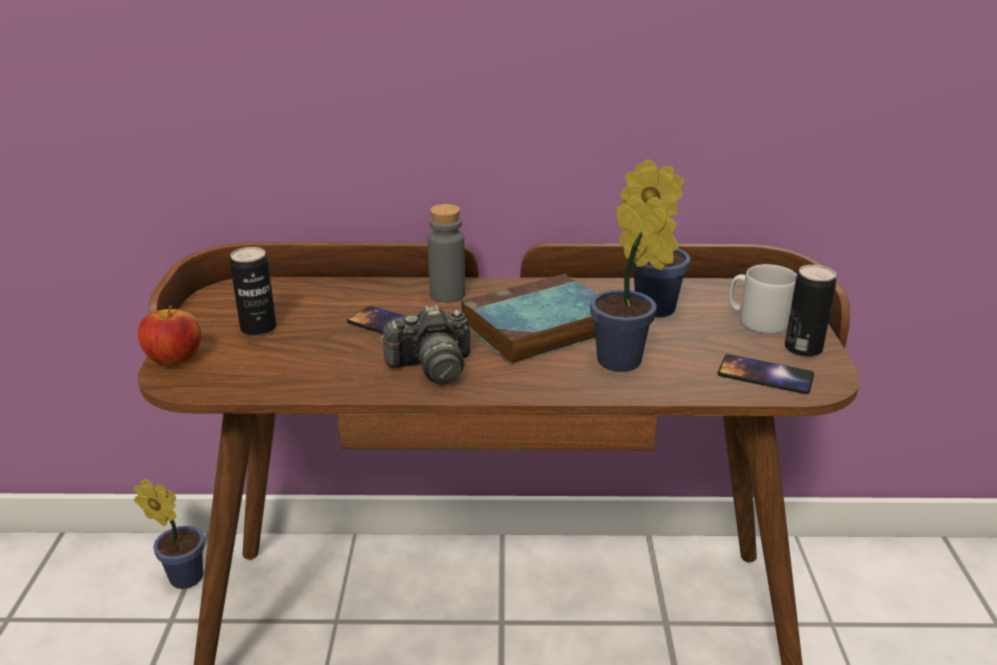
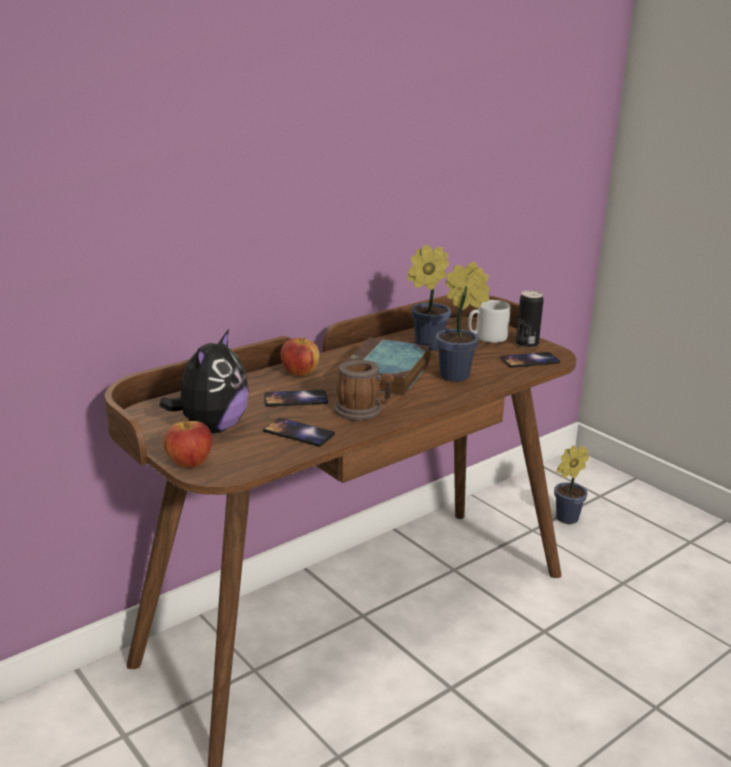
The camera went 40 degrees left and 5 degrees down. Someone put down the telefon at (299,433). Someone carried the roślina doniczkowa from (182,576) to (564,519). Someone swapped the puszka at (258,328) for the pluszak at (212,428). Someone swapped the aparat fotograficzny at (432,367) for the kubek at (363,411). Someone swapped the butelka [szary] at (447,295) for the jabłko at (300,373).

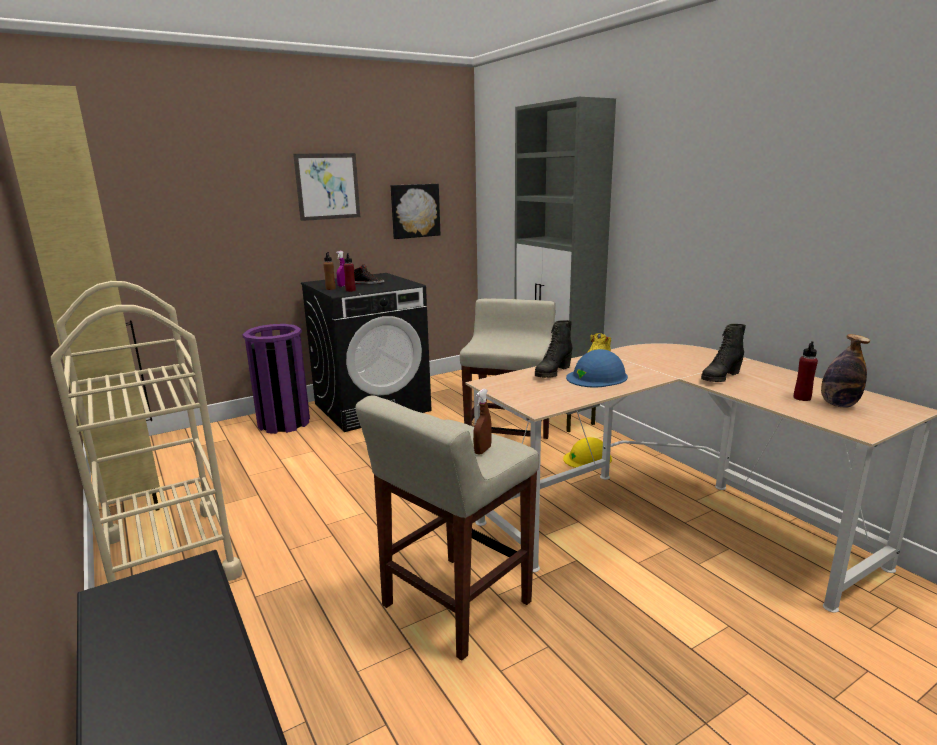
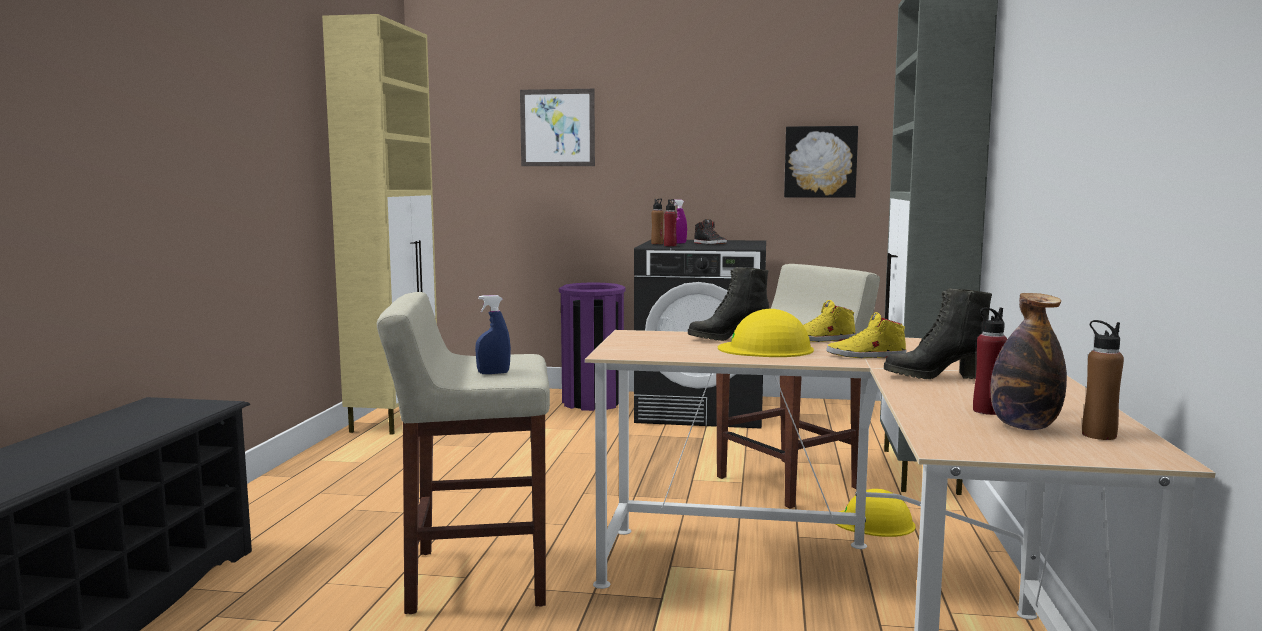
The camera went 40 degrees right and 10 degrees down. Someone took away the wózek [beżowy] at (169,557). Someone put down the but [żółty] at (866,355). Someone put down the butelka [brązowy] at (1098,435). Someone carried the obraz from (327,186) to (557,128). Someone repainted the spryskiwacz [brązowy] at (482,450), which became the spryskiwacz [niebieski] at (493,373). Someone repainted the kask [niebieski] at (597,377), which became the kask [żółty] at (766,349).

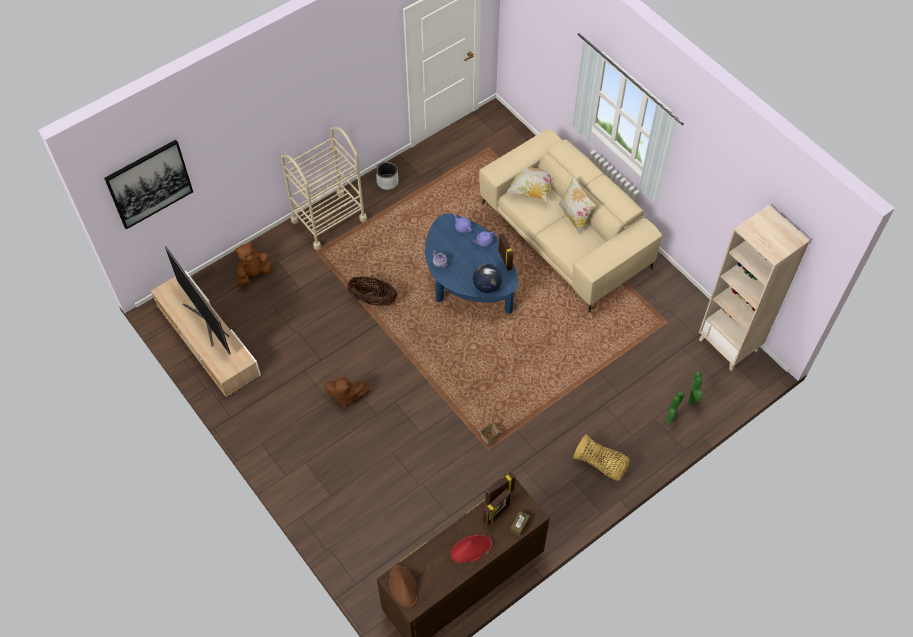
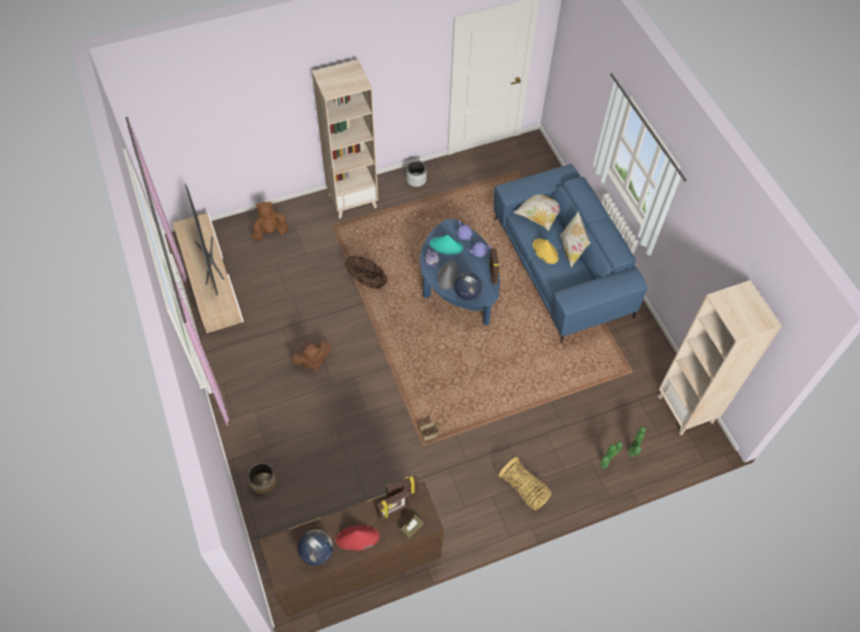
The camera went 15 degrees right and 0 degrees up. Someone took away the obraz at (149,184). Someone took away the kapelusz [brązowy] at (403,587). Someone put down the donica at (263,483). Someone put down the globus at (317,552). Someone put down the kapelusz [turkusowy] at (446,246). Someone put down the kapelusz [szary] at (448,276). Someone put down the kapelusz [żółty] at (545,251). Someone swapped the wózek [beżowy] at (329,220) for the regał [beżowy] at (353,200). Someone repainted the kanapa [beżowy] at (565,236), which became the kanapa [niebieski] at (561,267). Someone rotated the pluszak [brązowy] at (346,396) by 45 degrees counterclockwise.

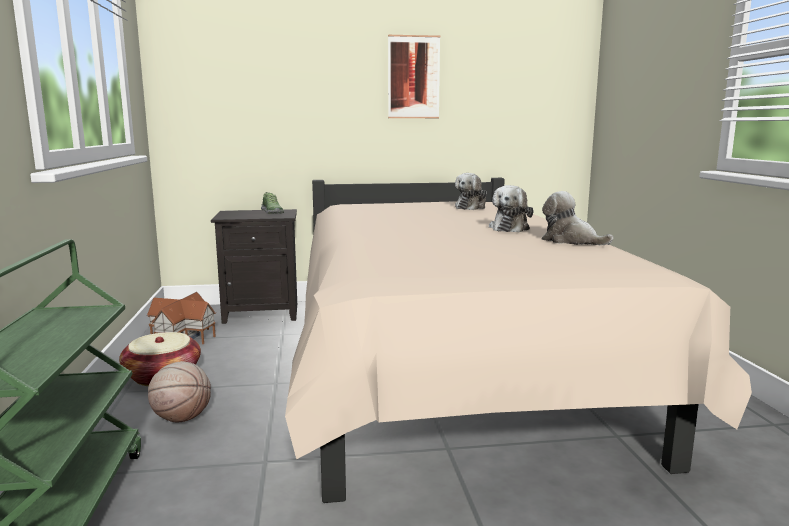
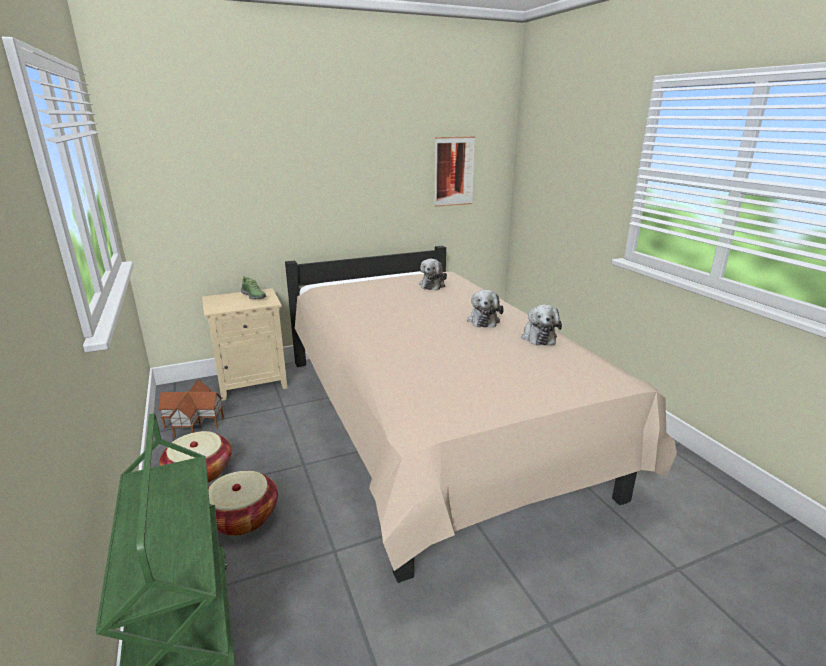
The camera went 15 degrees left and 10 degrees up. Someone carried the obraz from (413,77) to (454,171). Someone swapped the piłka do koszykówki at (182,418) for the koszyk at (242,517). Someone repainted the szafka nocna [czarny] at (262,312), which became the szafka nocna [beżowy] at (253,382). Someone rotated the pluszak at (571,241) by 120 degrees counterclockwise.

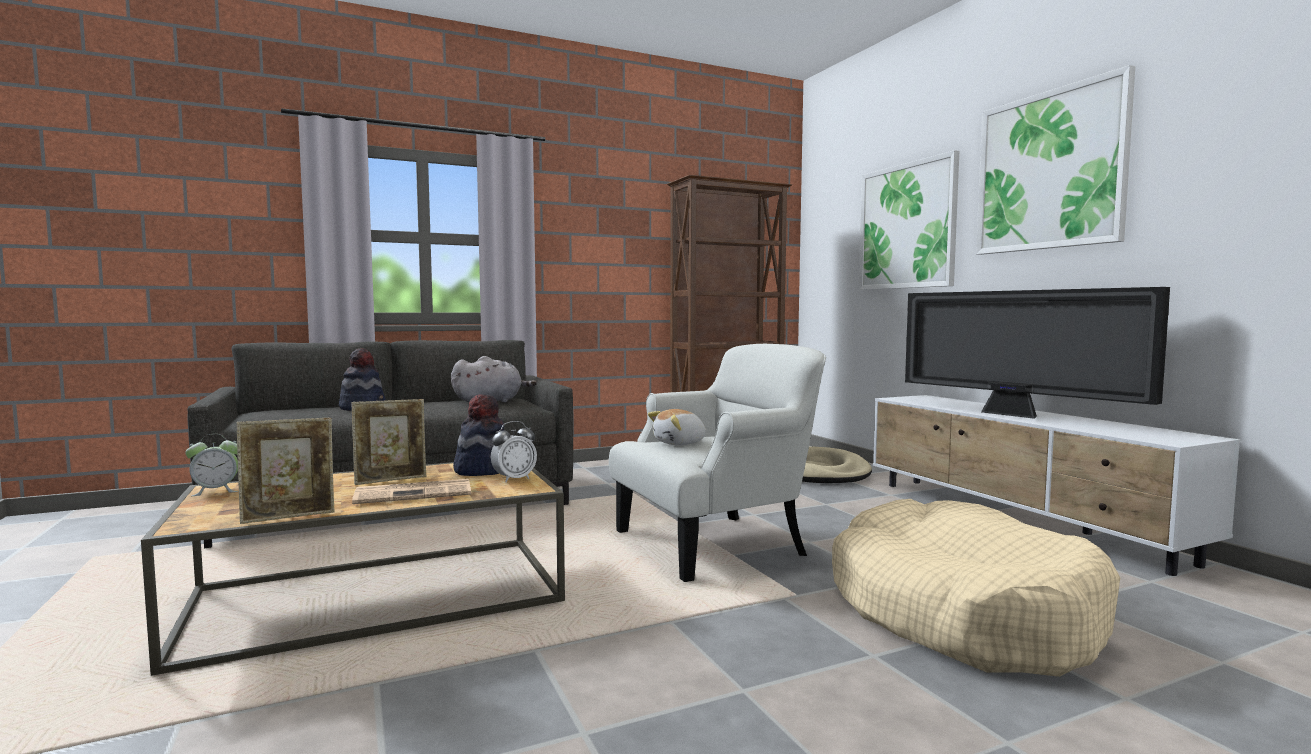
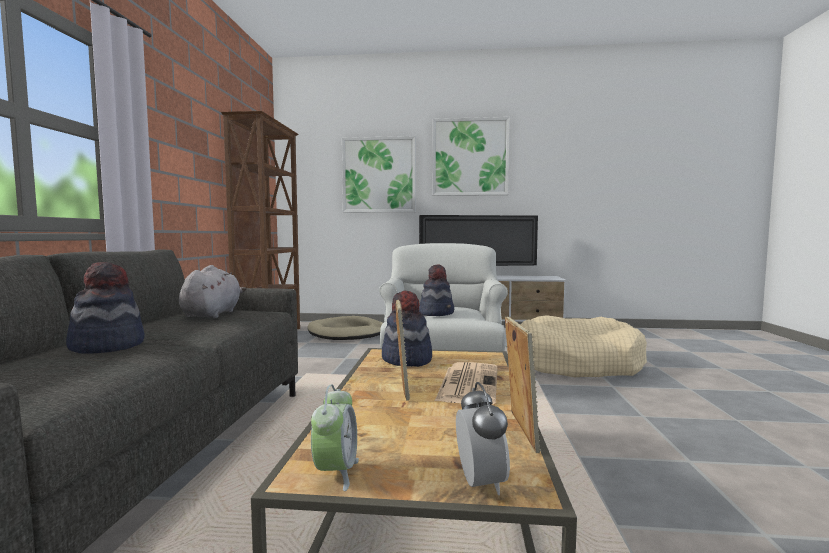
The camera went 60 degrees left and 0 degrees up. Someone carried the budzik from (514,479) to (480,483). Someone swapped the pluszak at (680,443) for the kapelusz at (437,313).

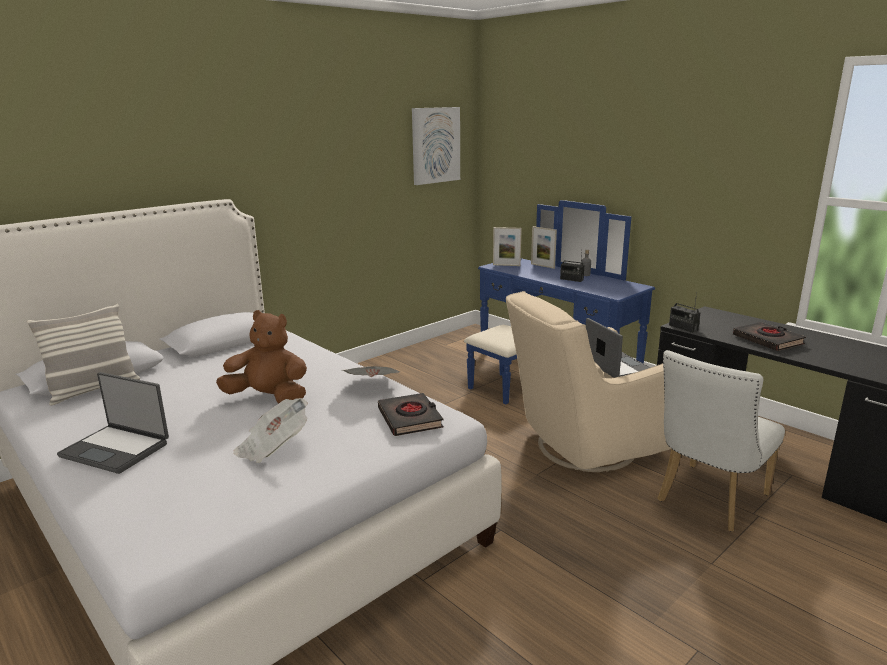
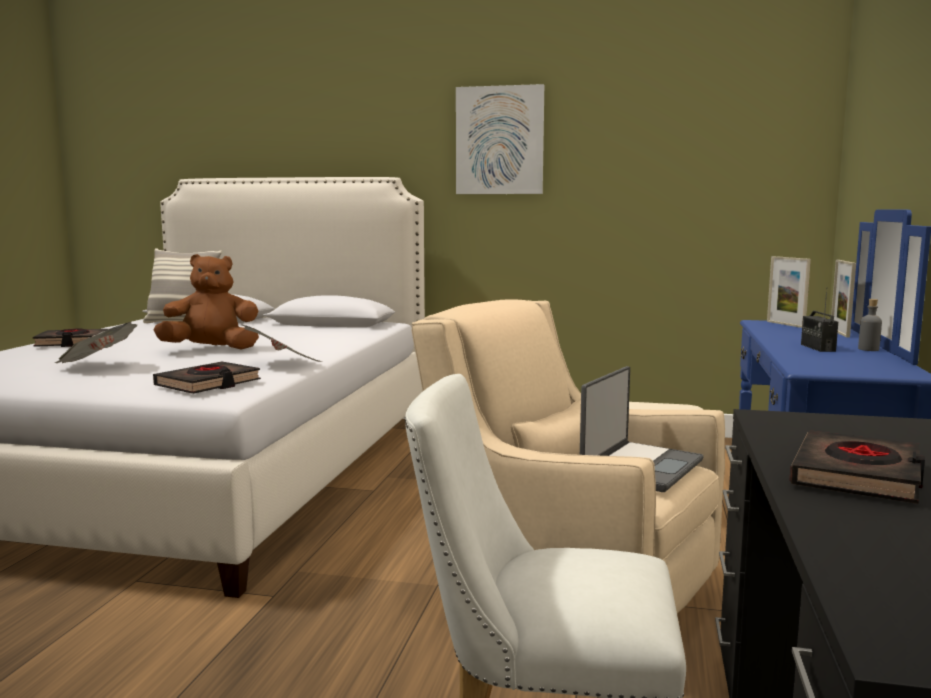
The camera went 55 degrees right and 10 degrees down. Someone took away the radio at (683,328). Someone carried the obraz from (435,145) to (499,140). Someone swapped the laptop at (116,449) for the książka [czarny] at (74,343). Someone rotated the pluszak [brązowy] at (269,398) by 75 degrees counterclockwise.

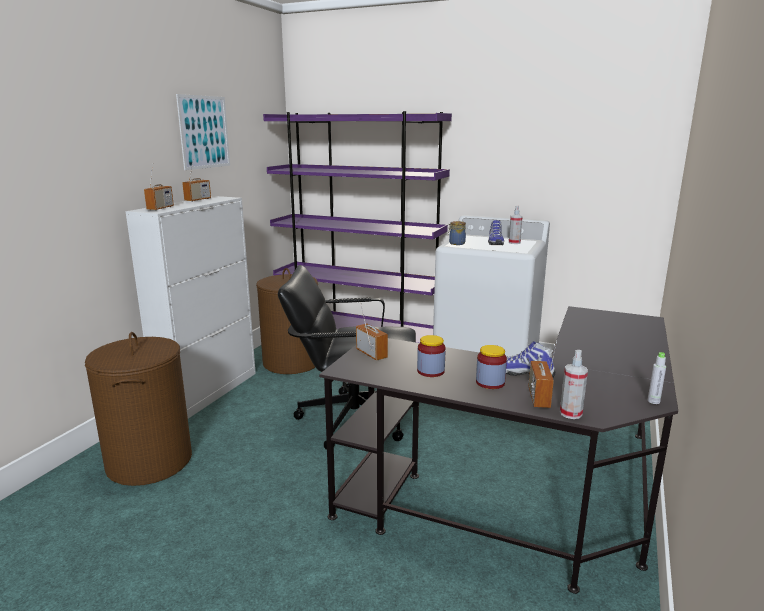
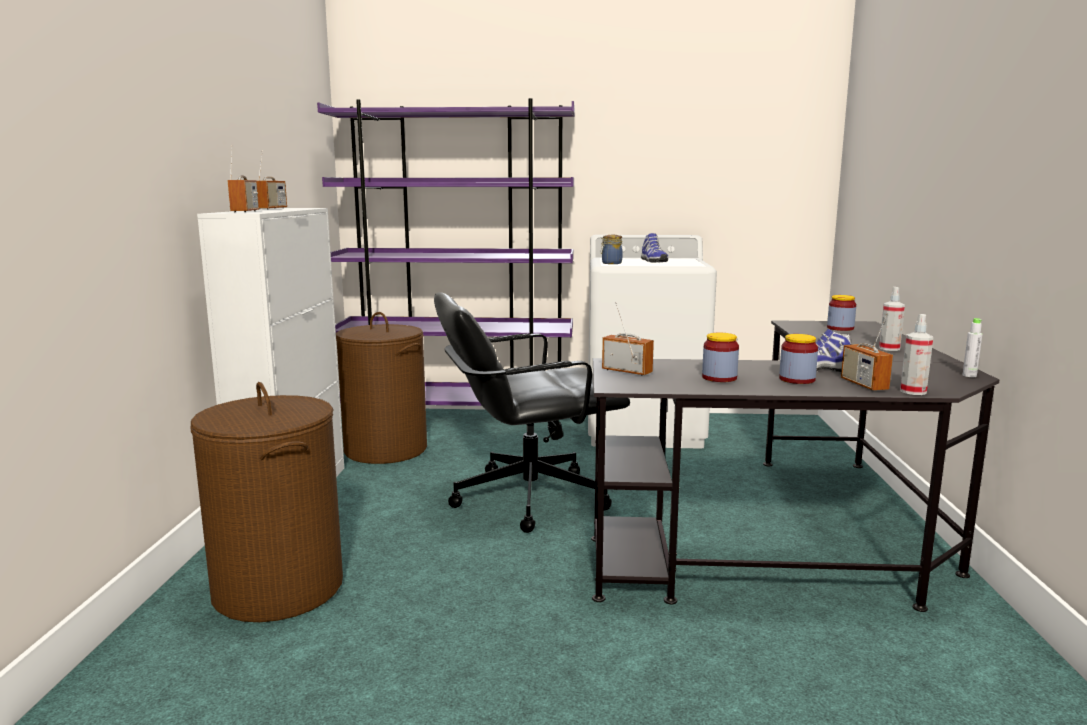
The camera went 20 degrees left and 5 degrees down. Someone took away the obraz at (204,132). Someone put down the słoik at (840,328). Someone carried the spryskiwacz from (514,243) to (889,348).

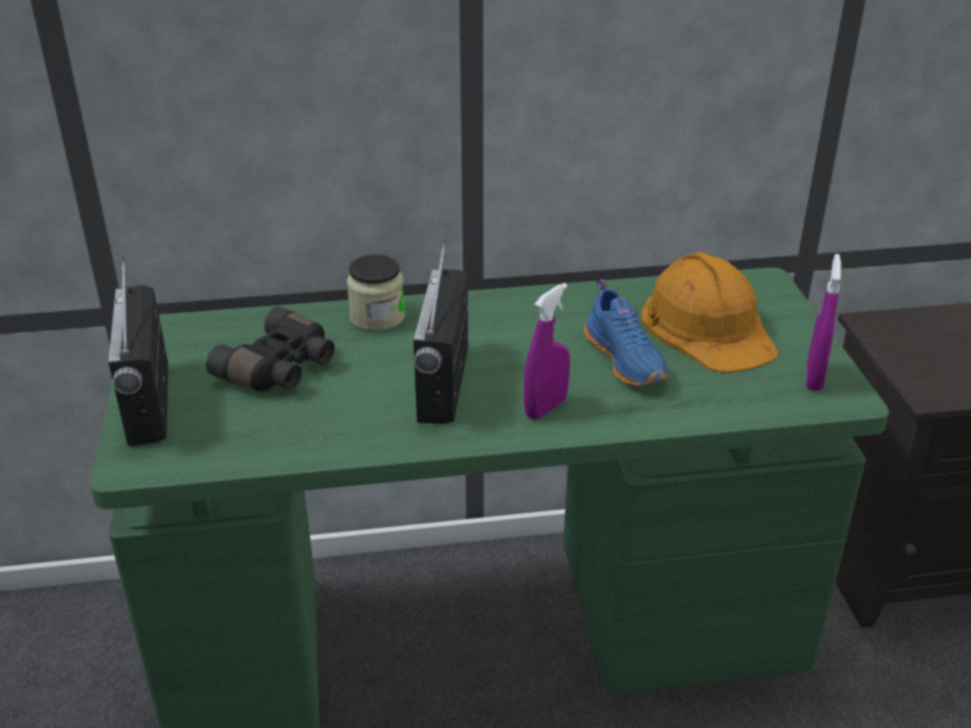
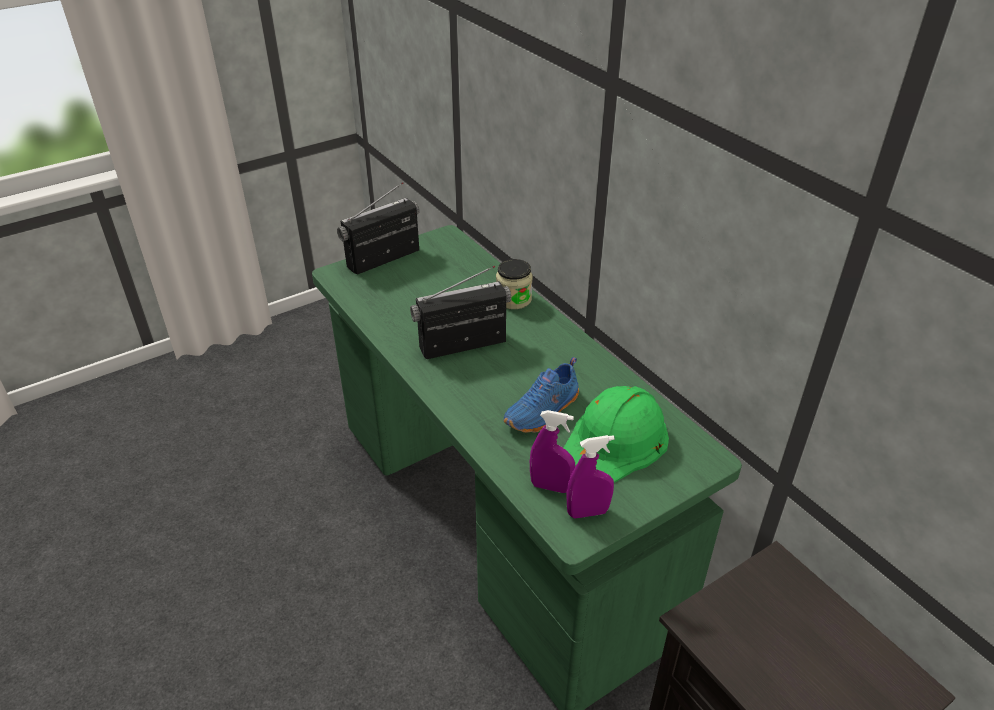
The camera went 65 degrees right and 5 degrees up. Someone took away the lornetka [czarny] at (280,369). Someone carried the spryskiwacz [fioletowy] from (545,408) to (551,486). Someone repainted the kask [pomarańczowy] at (708,327), which became the kask [zielony] at (615,441).

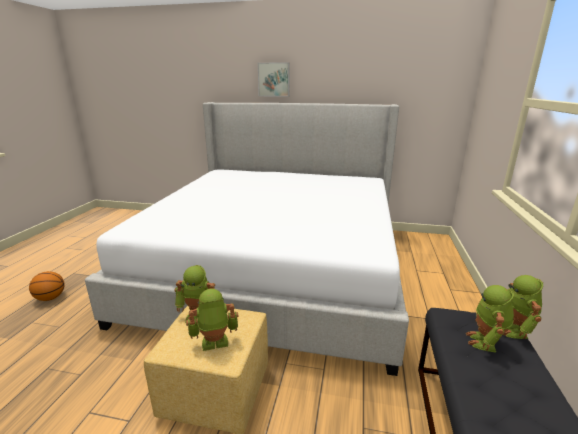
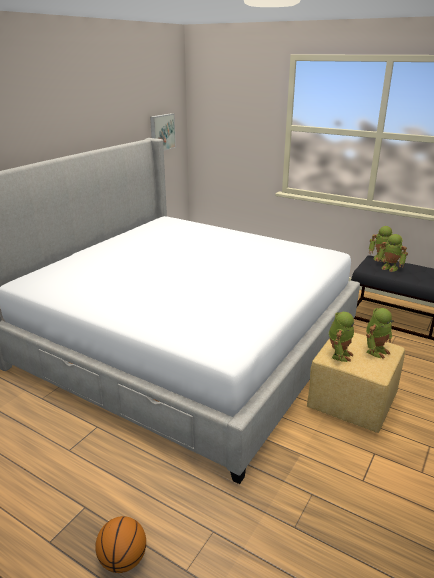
The camera went 70 degrees left and 5 degrees up. Someone carried the obraz from (274,79) to (161,132). Someone rotated the robot zabawkowy at (214,344) by 135 degrees counterclockwise.

